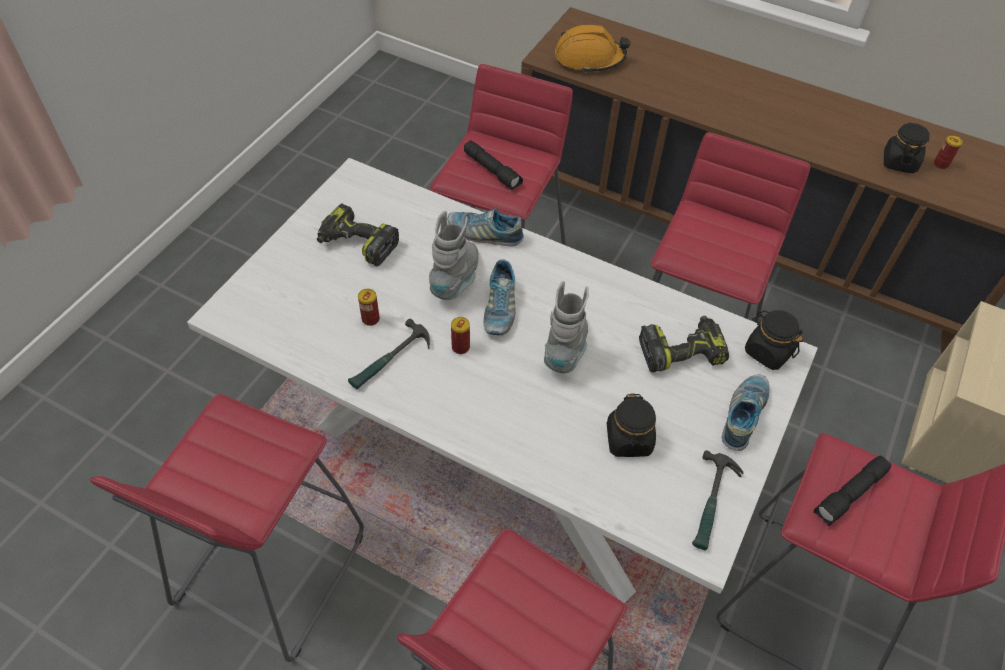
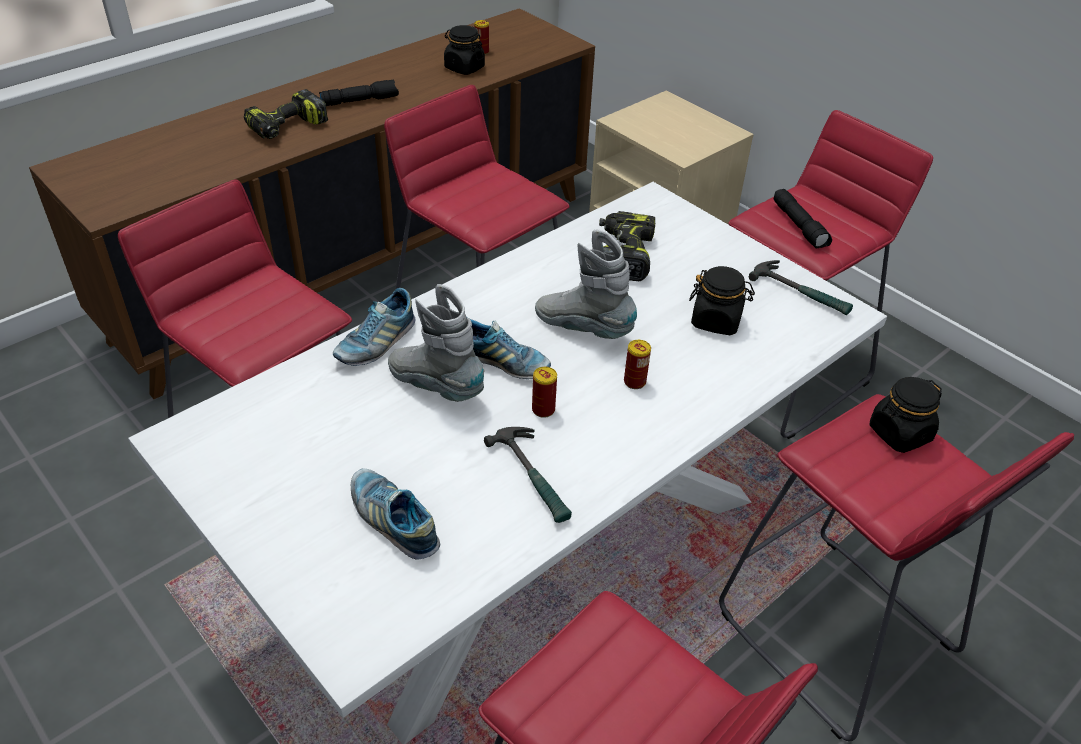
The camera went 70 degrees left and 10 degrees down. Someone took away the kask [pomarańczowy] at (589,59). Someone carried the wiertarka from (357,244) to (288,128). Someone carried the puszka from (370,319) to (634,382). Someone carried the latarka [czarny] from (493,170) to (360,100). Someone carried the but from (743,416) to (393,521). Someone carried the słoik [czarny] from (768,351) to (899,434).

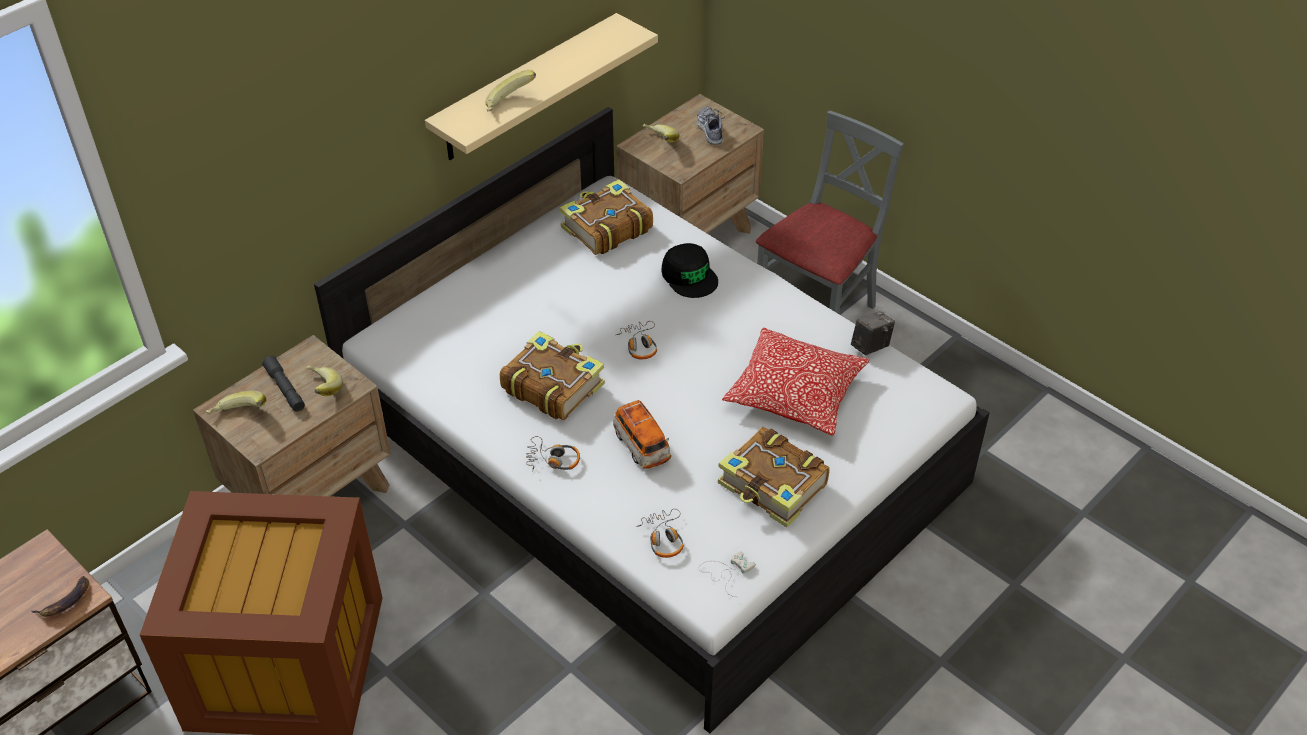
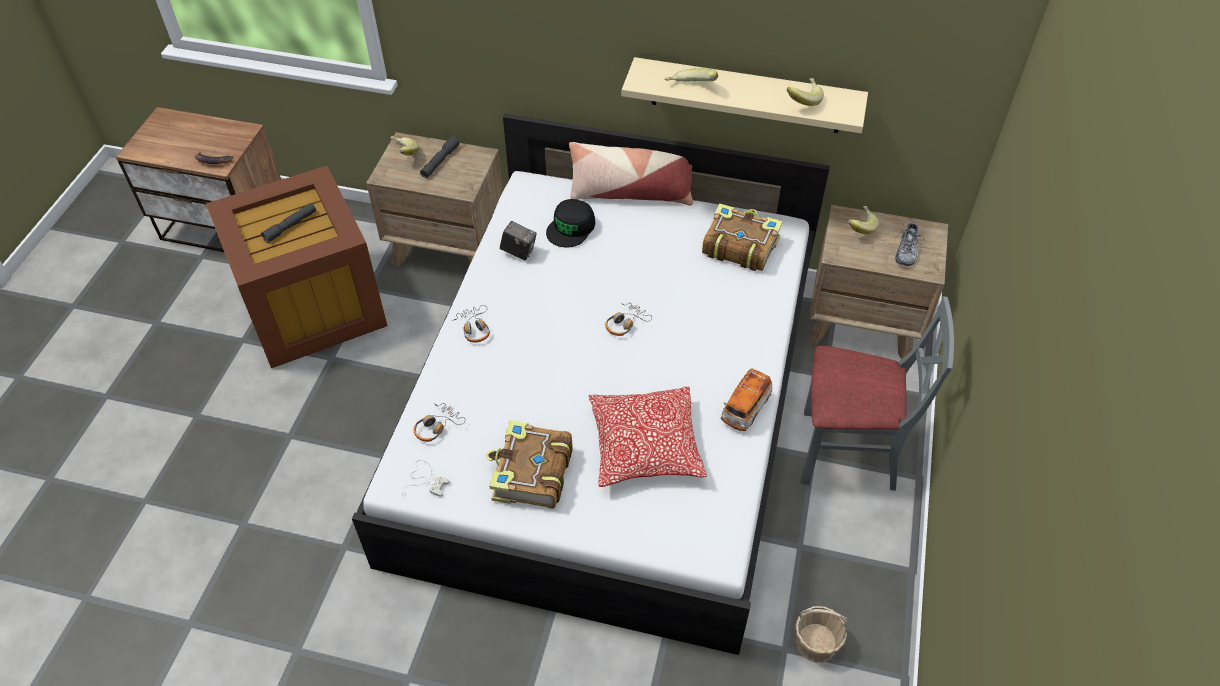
The camera went 60 degrees right and 5 degrees up. Someone took away the książka at (552,386). Someone put down the latarka [szary] at (290,226). Someone put down the poduszka at (631,193). Someone put down the koszyk at (816,643). Someone carried the banan from (321,390) to (802,100). Someone carried the samochodzik from (641,446) to (745,408). Someone carried the czapka z daszkiem [czarny] from (689,276) to (571,228). Someone carried the aparat fotograficzny from (870,346) to (519,251). Someone rotated the but at (710,130) by 150 degrees clockwise.

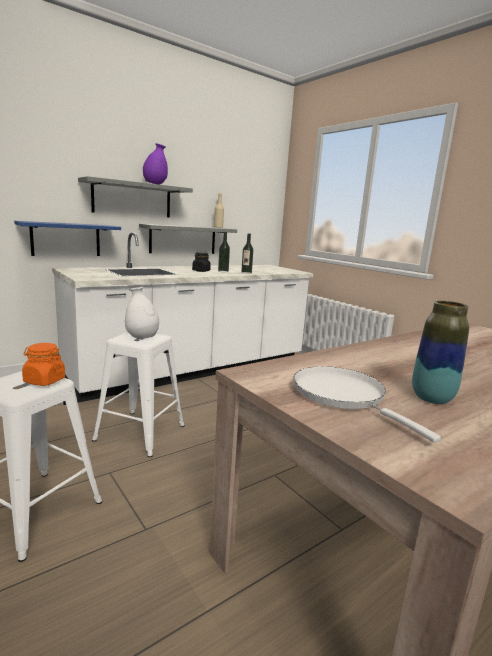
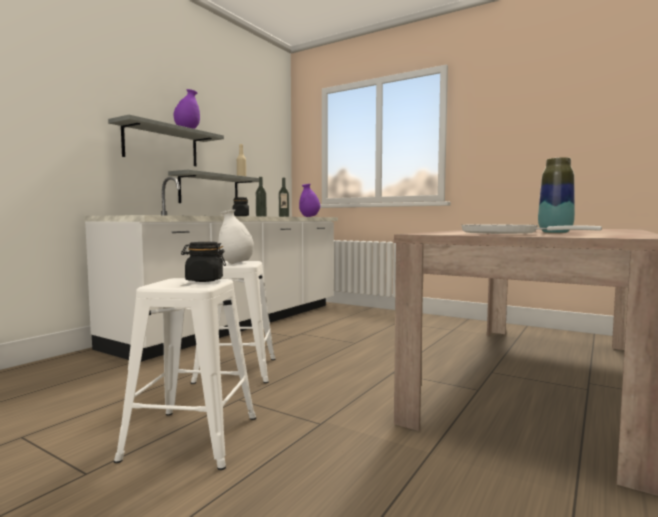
The camera went 20 degrees left and 10 degrees down. Someone took away the półka [niebieski] at (66,239). Someone put down the wazon [fioletowy] at (309,216). Someone repainted the słoik [pomarańczowy] at (44,380), which became the słoik [czarny] at (204,280).

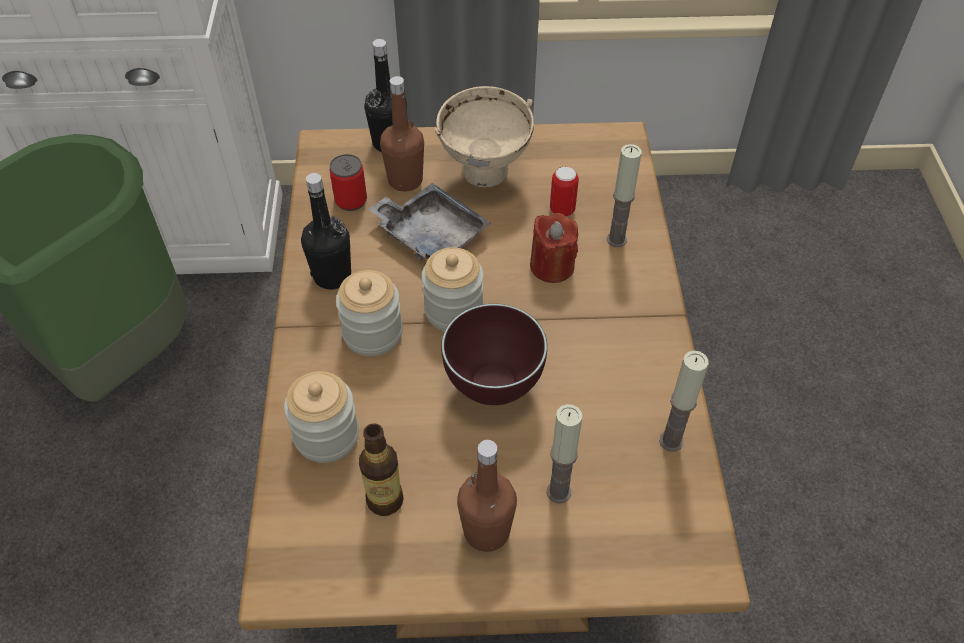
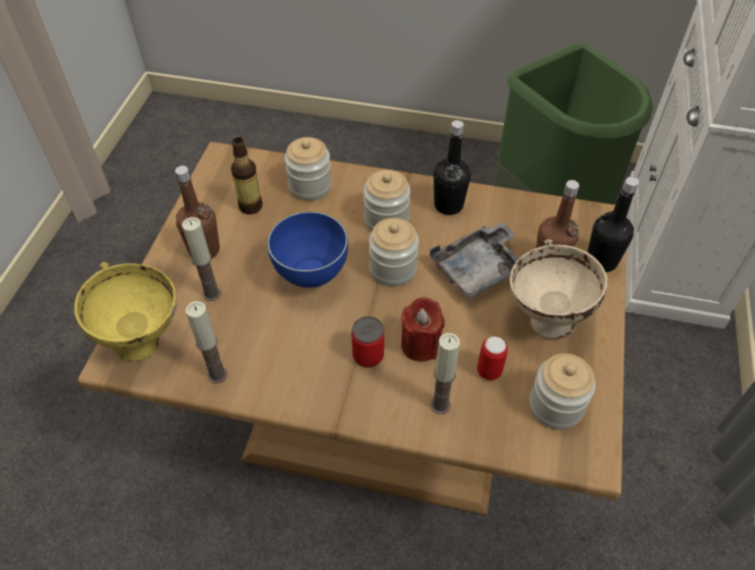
The camera went 105 degrees right and 0 degrees up. Someone put down the miska [żółty] at (143,341). Someone put down the słoik at (555,406). Someone carried the puszka from (351,201) to (368,355). Someone repainted the miska [brązowy] at (493,385), which became the miska [niebieski] at (313,277).

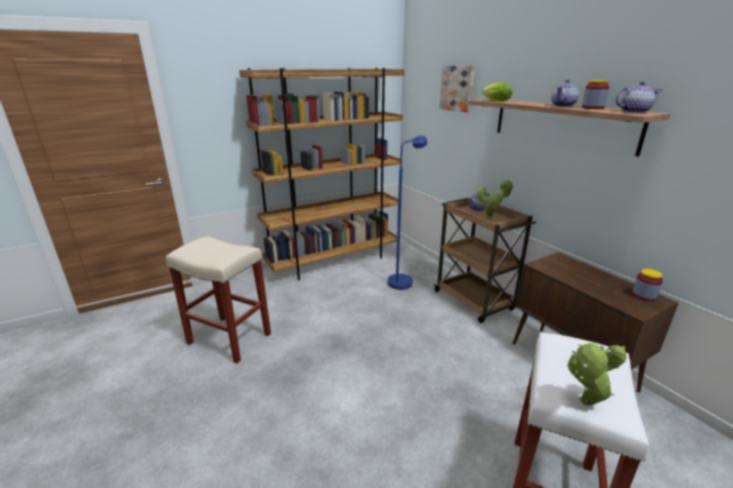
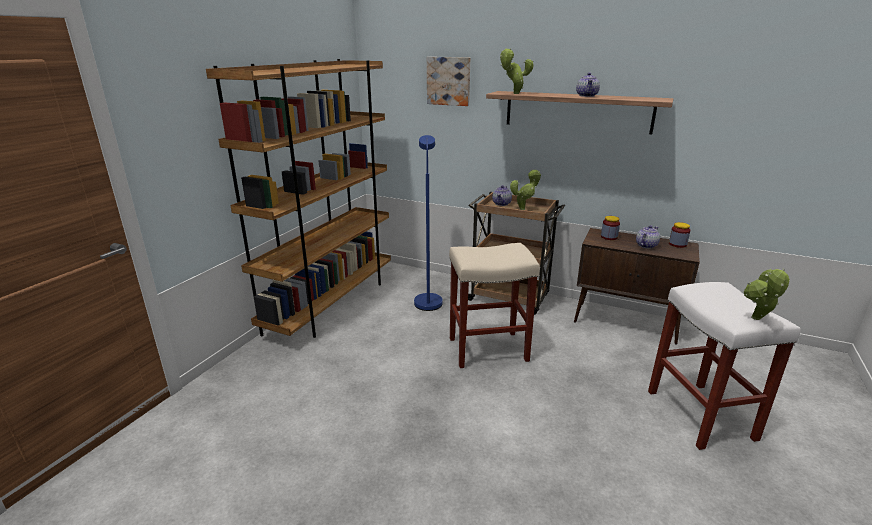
The camera went 35 degrees left and 0 degrees up. Someone carried the stołek [beżowy] from (230,338) to (489,349). Someone carried the słoik from (592,108) to (609,237). Someone carried the imbryk from (634,112) to (646,245). Someone swapped the sałata at (494,101) for the roślina doniczkowa at (514,93).

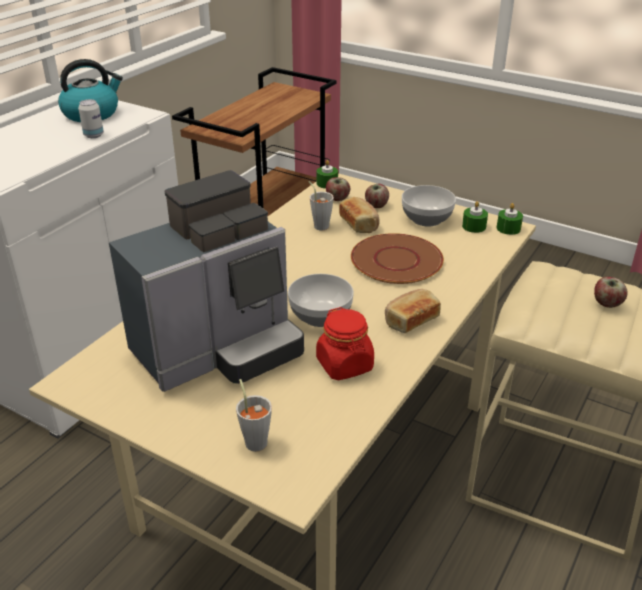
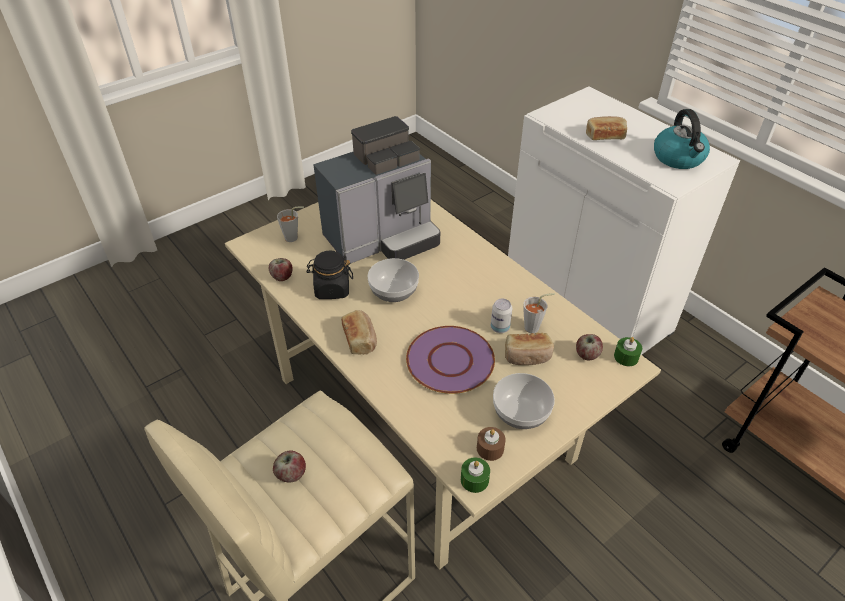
The camera went 110 degrees right and 10 degrees up. Someone put down the chleb at (604,136). Someone carried the puszka from (93,135) to (500,328). Someone carried the jabłko from (376,206) to (282,277). Someone repainted the słoik [czerwony] at (345,365), which became the słoik [czarny] at (332,289). Someone repainted the talerz [brązowy] at (396,260), which became the talerz [fioletowy] at (450,360). Someone repainted the świeca [zielony] at (474,226), which became the świeca [brązowy] at (490,448). Someone rotated the ekspres do kawy at (219,349) by 105 degrees counterclockwise.

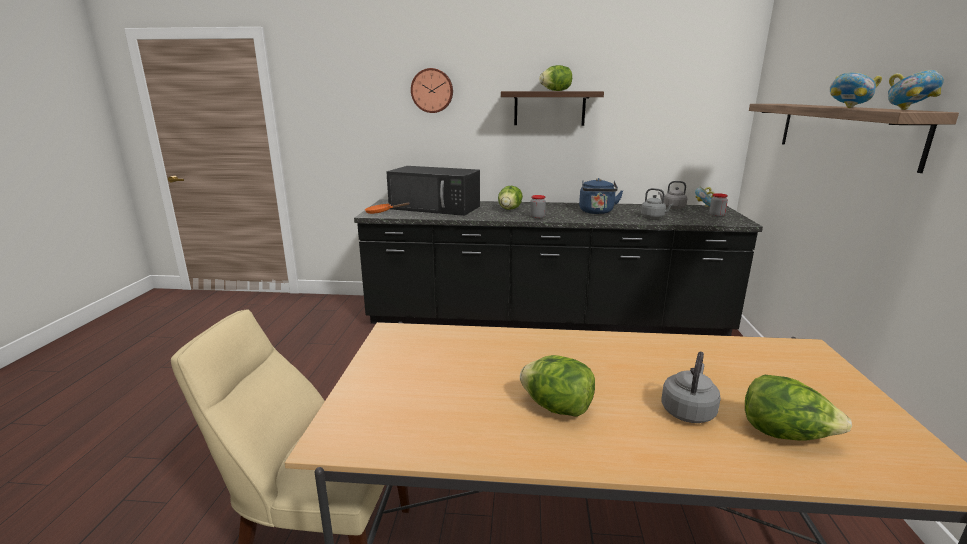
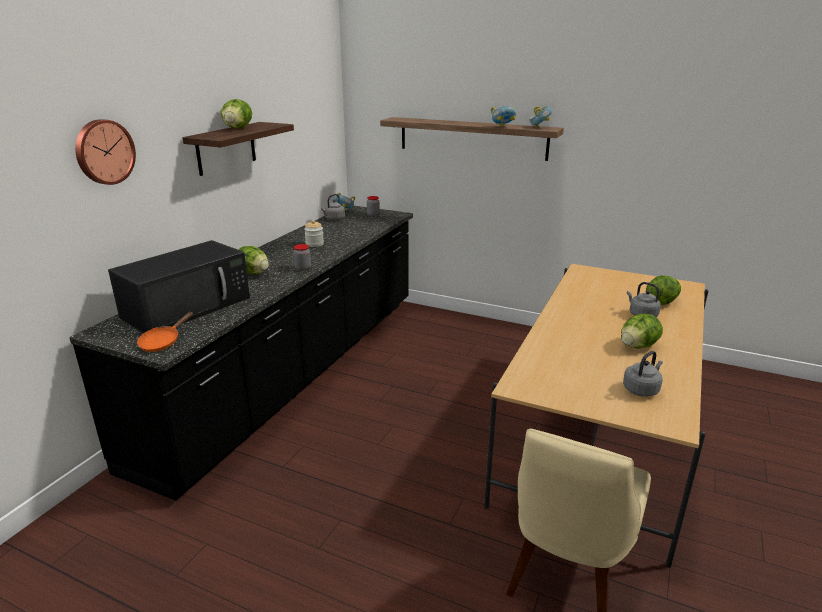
The camera went 70 degrees left and 5 degrees up. Someone carried the czajnik [szary] from (654,217) to (641,389). Someone swapped the czajnik [niebieski] at (597,212) for the słoik at (314,244).

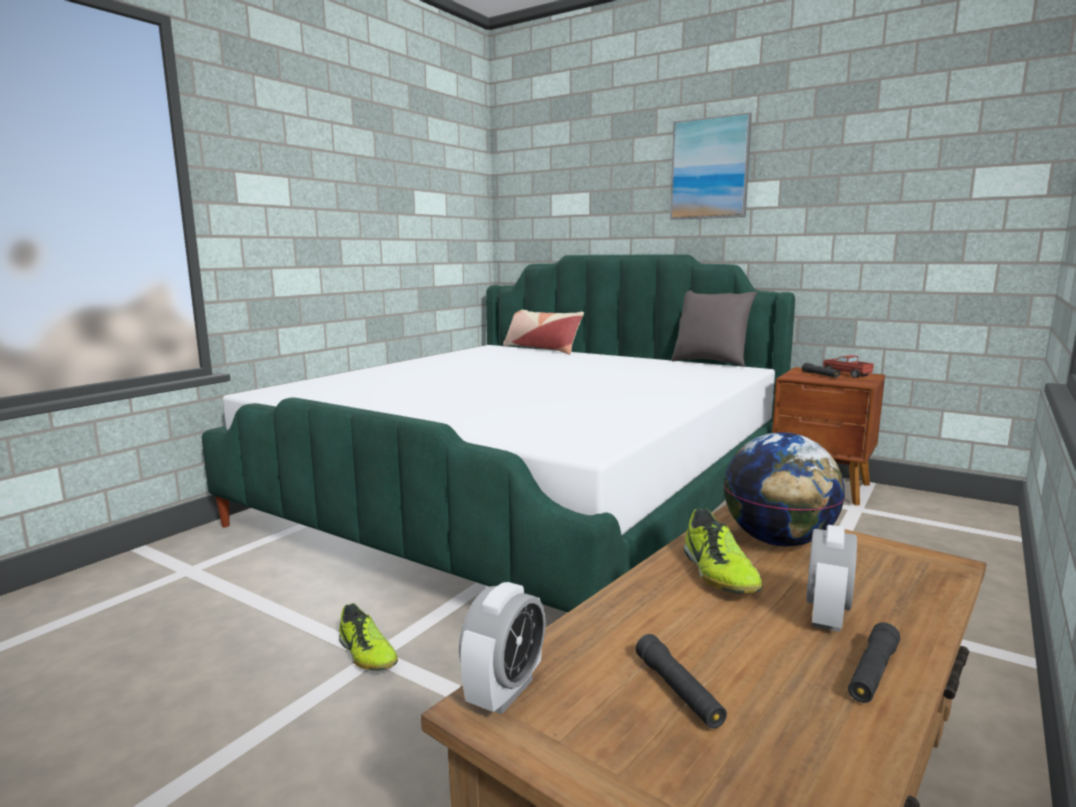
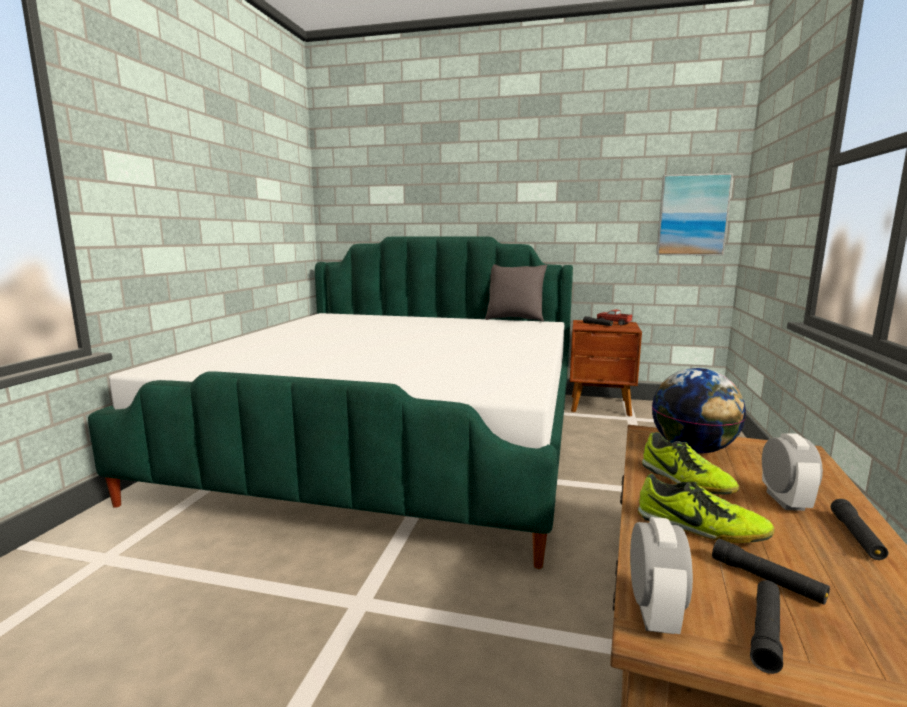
The camera went 20 degrees left and 0 degrees up. Someone took away the poduszka at (541,349). Someone put down the latarka [czarny] at (765,632). Someone carried the but from (366,654) to (700,529). Someone carried the obraz from (710,168) to (692,215).

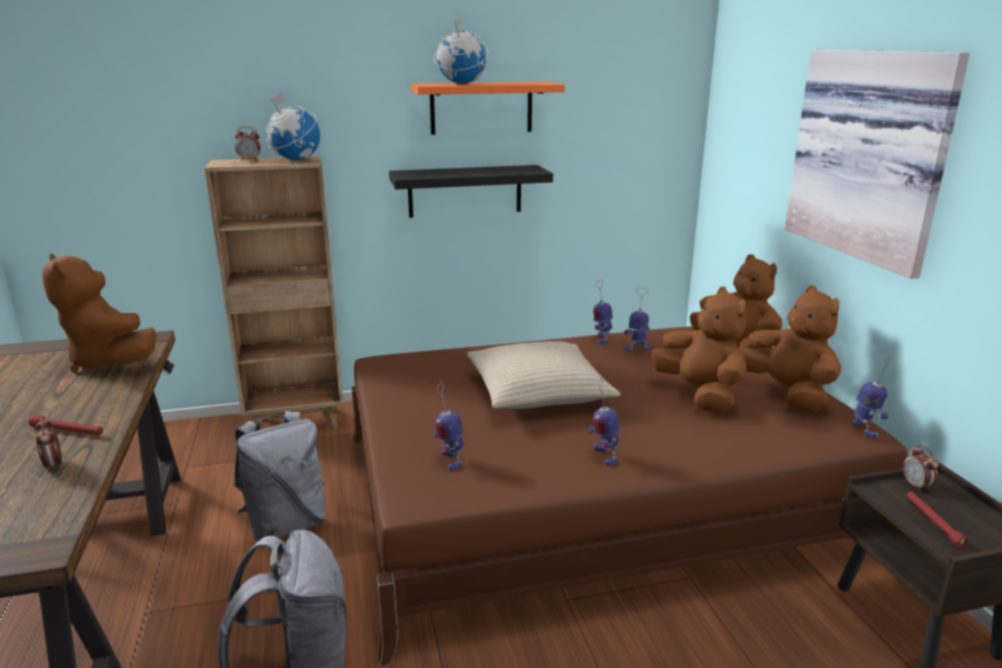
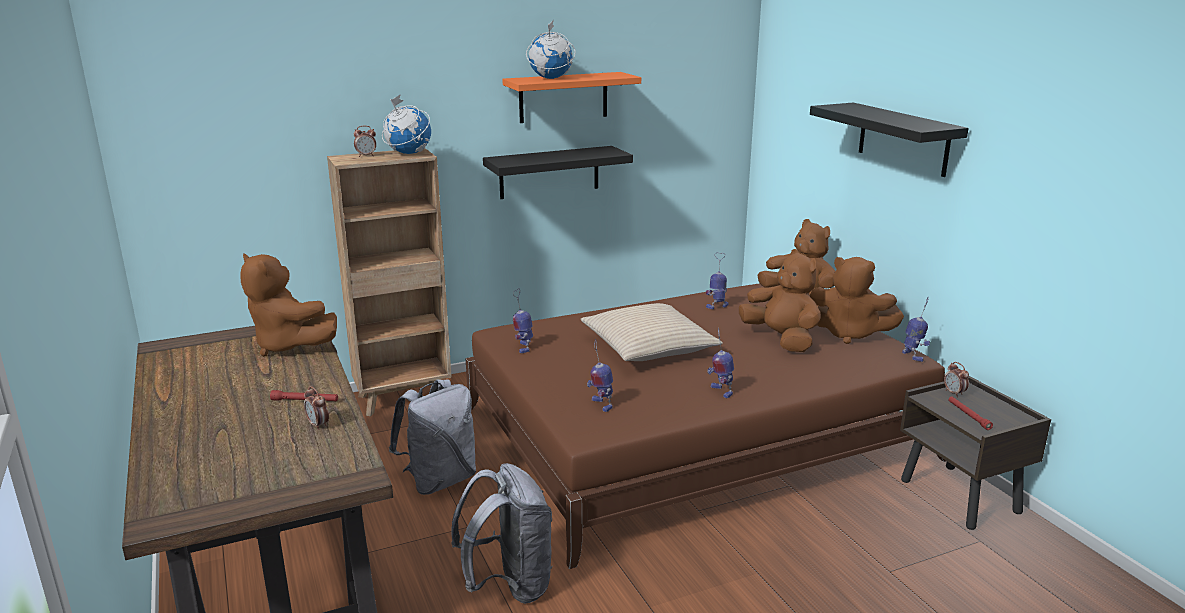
The camera went 10 degrees left and 0 degrees up. Someone carried the robot zabawkowy from (601,339) to (523,347). Someone swapped the obraz at (871,155) for the półka [czarny] at (903,139). Someone rotated the pluszak [brązowy] at (787,394) by 150 degrees clockwise.

